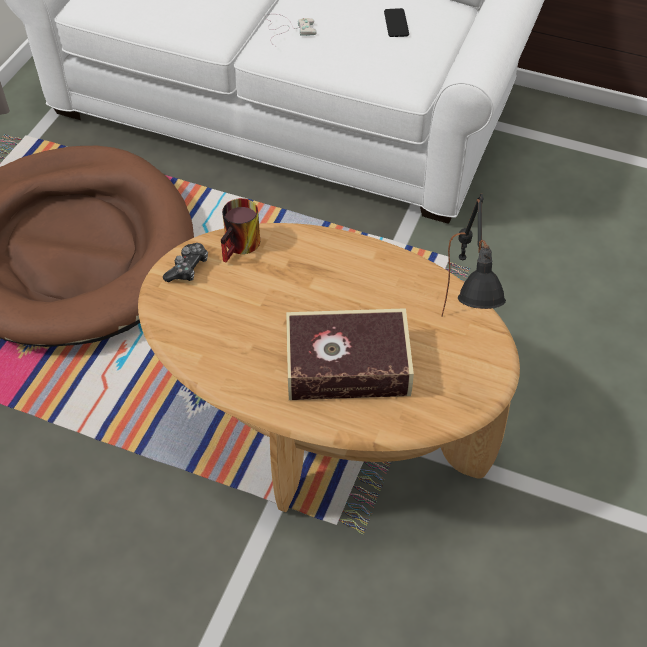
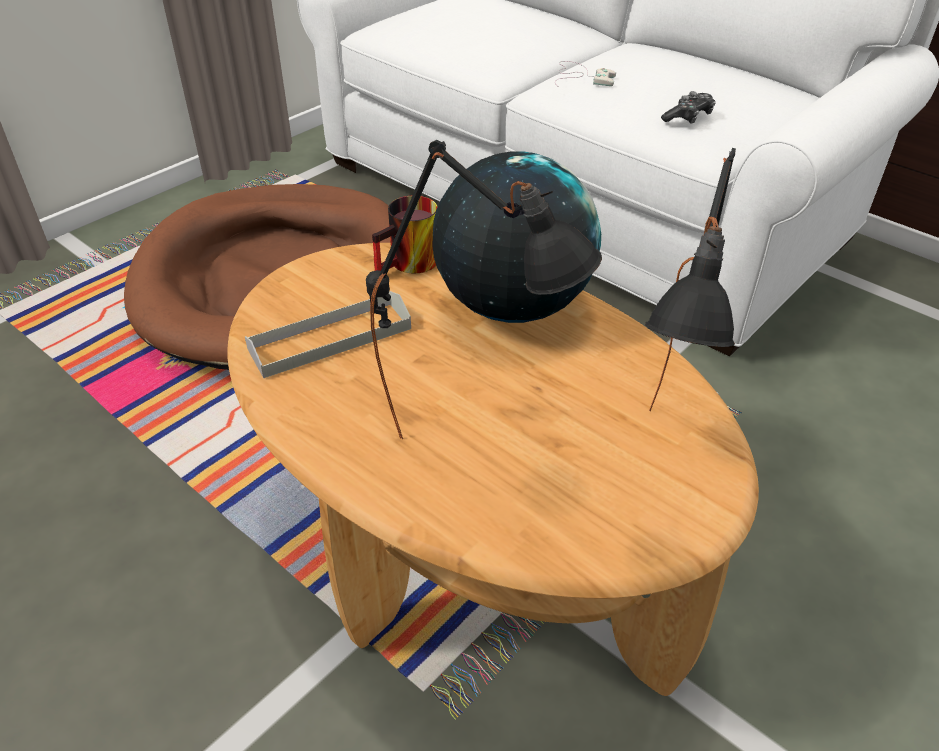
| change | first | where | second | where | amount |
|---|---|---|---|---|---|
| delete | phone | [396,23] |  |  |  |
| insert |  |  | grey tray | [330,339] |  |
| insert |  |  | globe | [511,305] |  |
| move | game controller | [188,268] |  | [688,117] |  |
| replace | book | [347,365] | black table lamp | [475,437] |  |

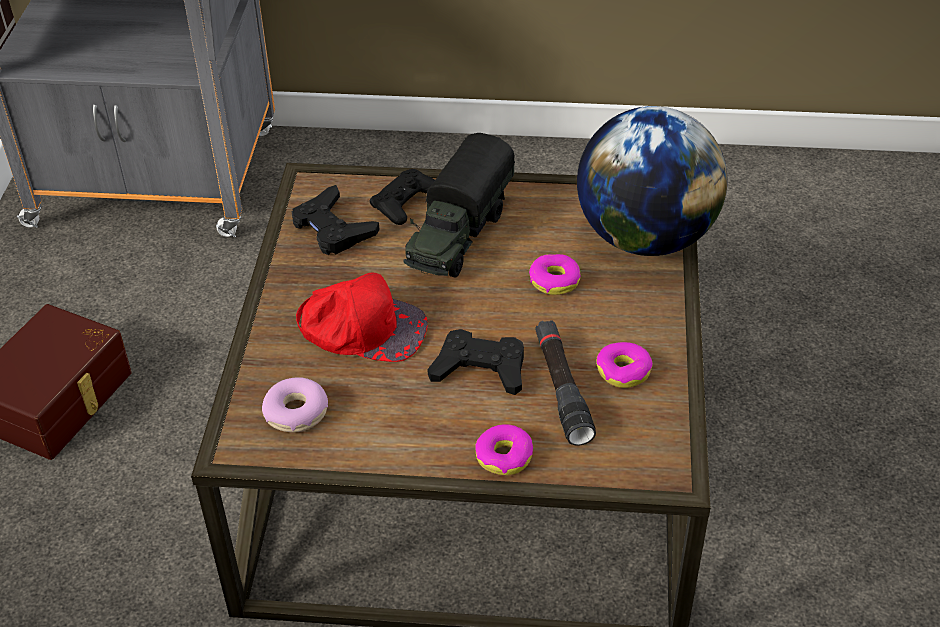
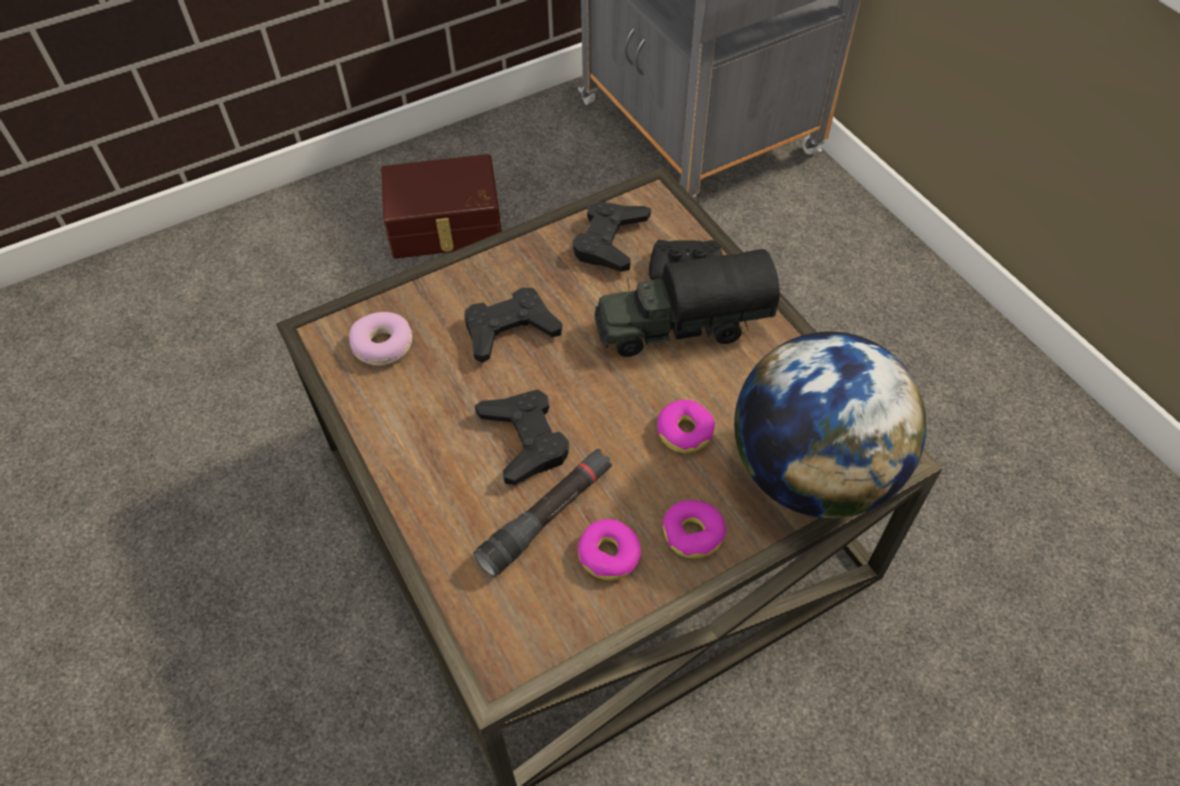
| change | first | where | second | where | amount |
|---|---|---|---|---|---|
| move | donut | [504,456] |  | [693,534] |  |
| replace | red cap | [362,328] | black game controller | [510,330] |  |

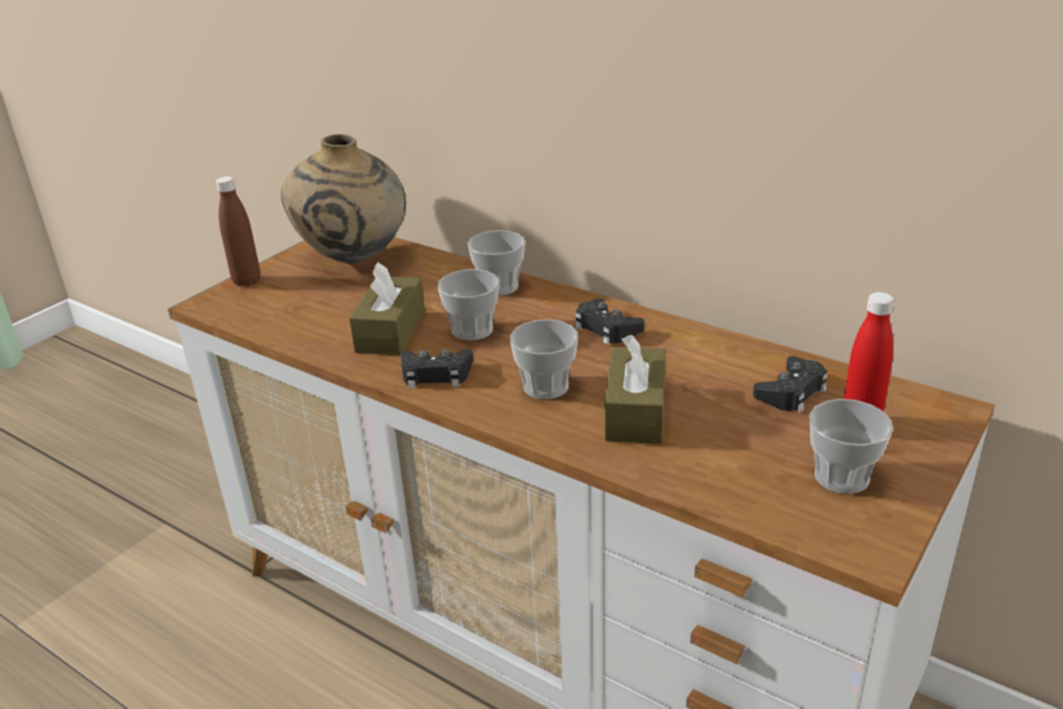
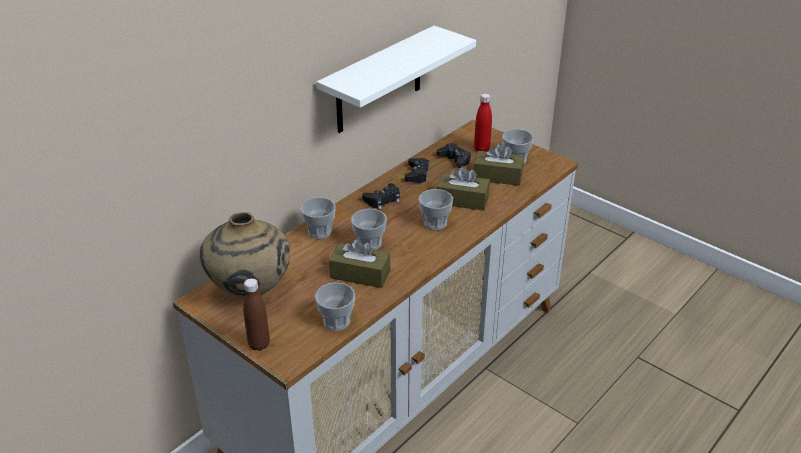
| change | first | where | second | where | amount |
|---|---|---|---|---|---|
| insert |  |  | cup | [336,321] |  |
| insert |  |  | white shelf | [379,81] |  |
| insert |  |  | brown tissue box | [497,176] |  |
| move | black game controller | [436,374] |  | [417,174] |  |

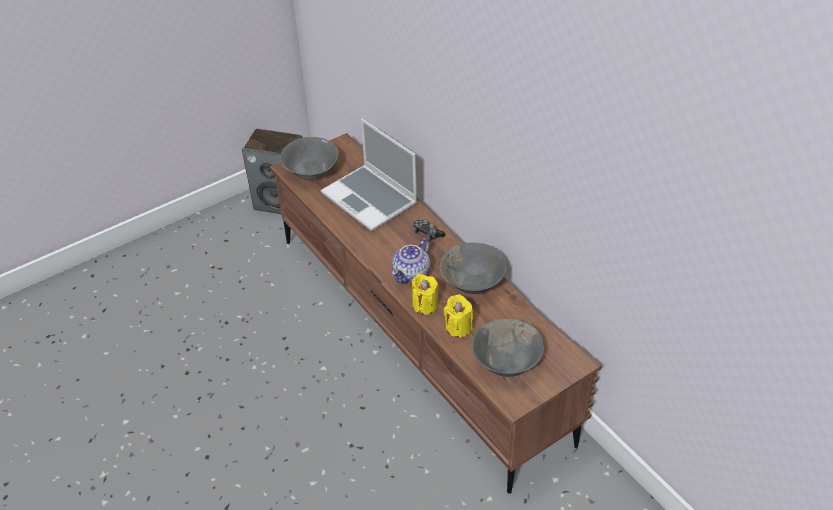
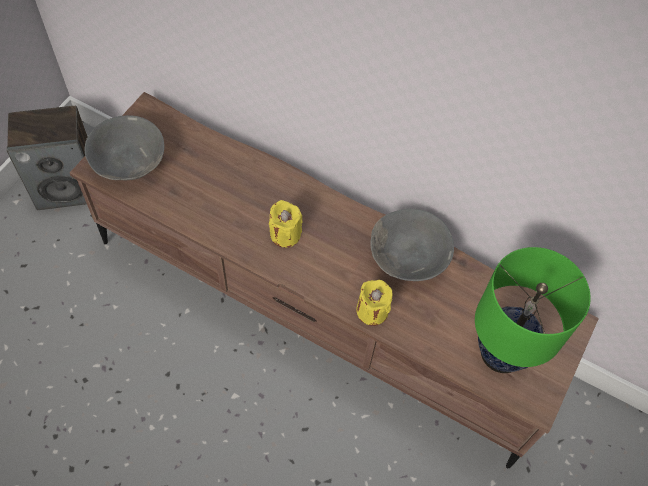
| change | first | where | second | where | amount |
|---|---|---|---|---|---|
| delete | laptop | [371,199] |  |  |  |
| delete | teapot | [412,274] |  |  |  |
| delete | game controller | [427,233] |  |  |  |
| move | yellow candle | [458,327] |  | [285,234] |  |
| replace | grey bowl | [507,362] | green table lamp | [502,353] |  |

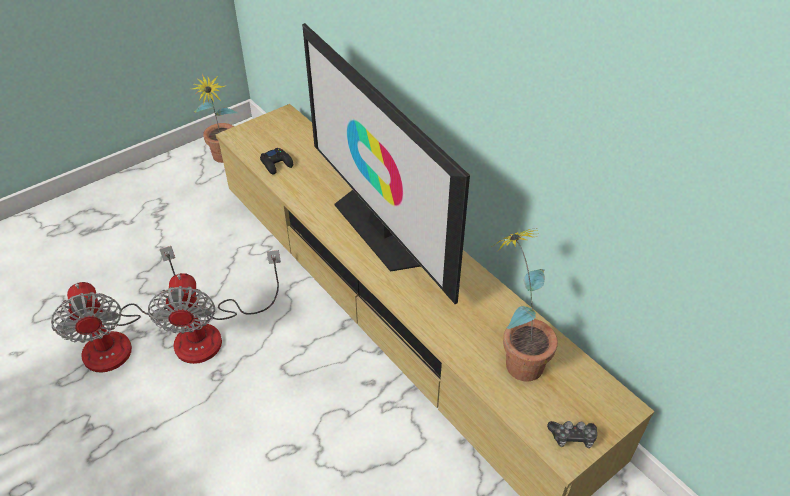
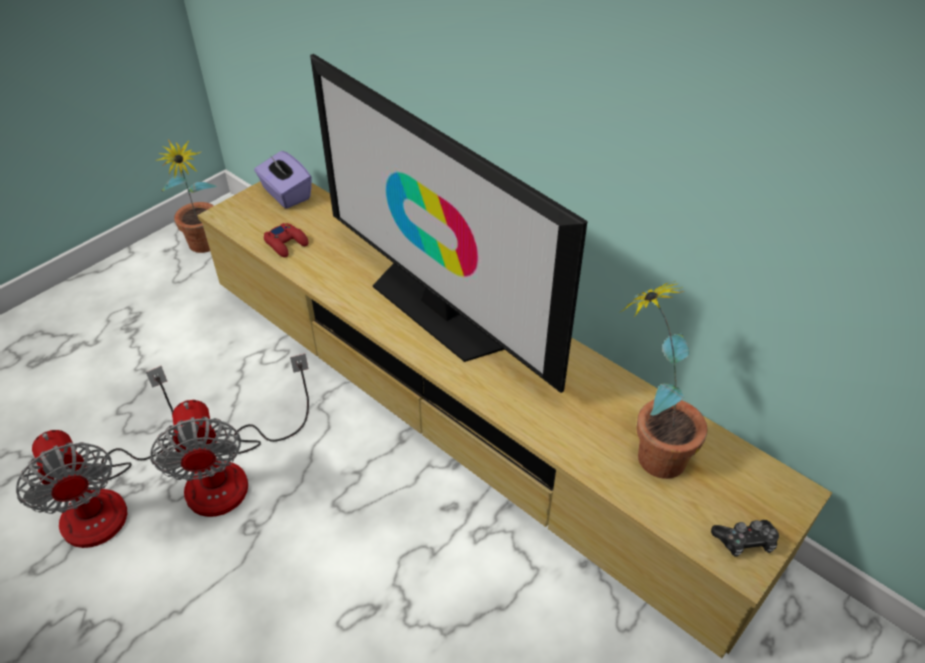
| change | first | where | second | where | amount |
|---|---|---|---|---|---|
| insert |  |  | purple tissue box | [286,194] |  |
| recolor | black game controller | [277,164] | red game controller | [286,244] |  |

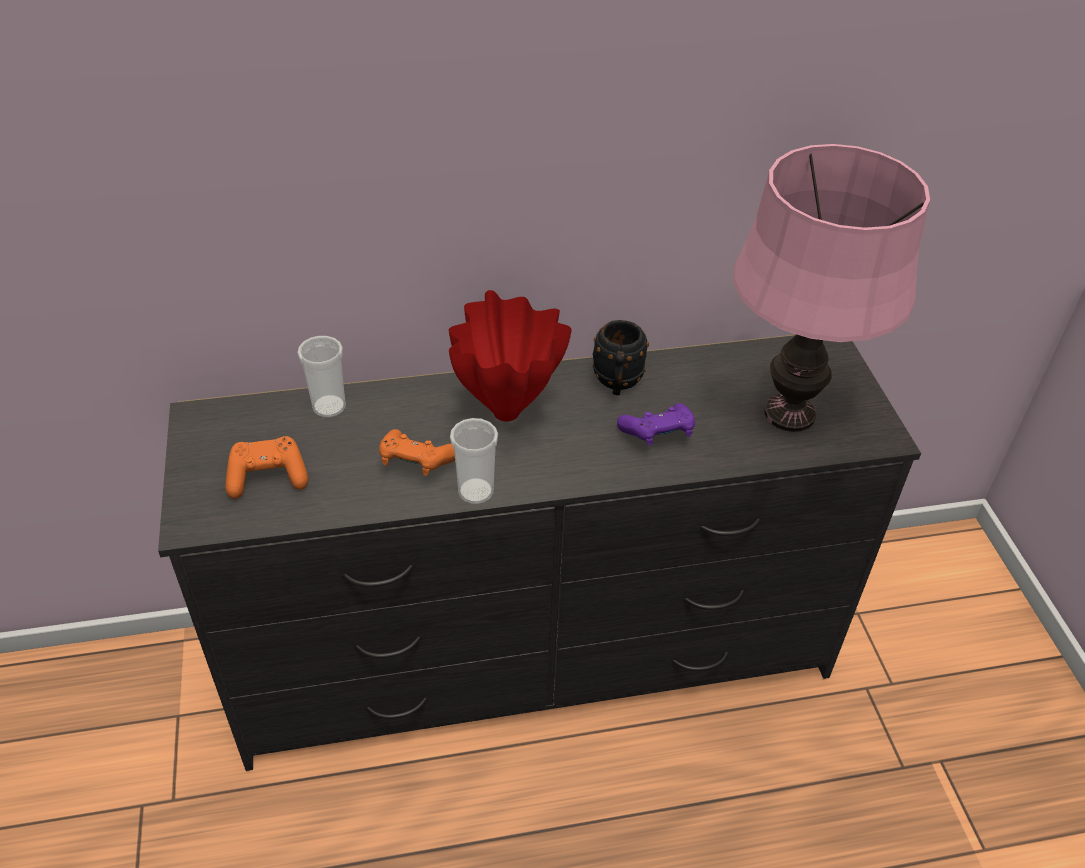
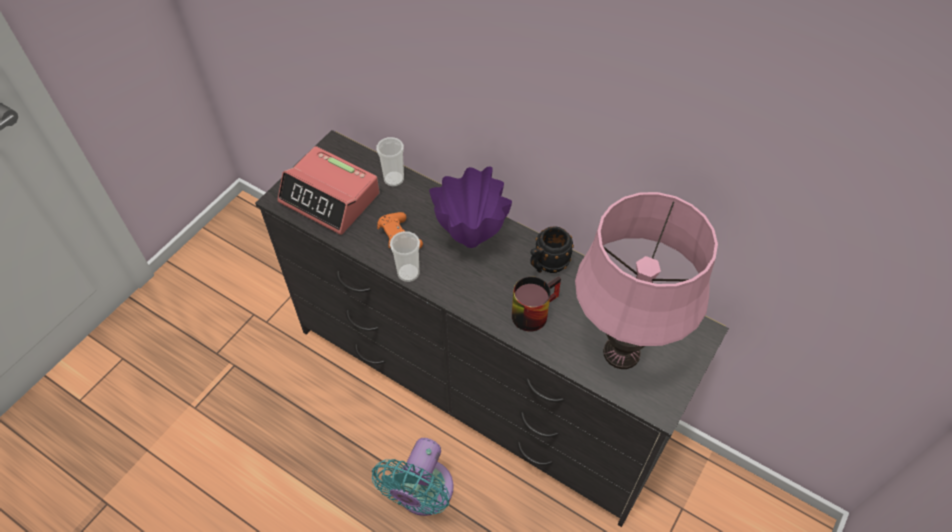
| change | first | where | second | where | amount |
|---|---|---|---|---|---|
| insert |  |  | turquoise fan | [422,494] |  |
| replace | orange game controller | [268,477] | alarm clock | [330,198] |  |
| replace | purple game controller | [658,435] | mug | [532,310] |  |
| recolor | red vase | [507,414] | purple vase | [470,242] |  |

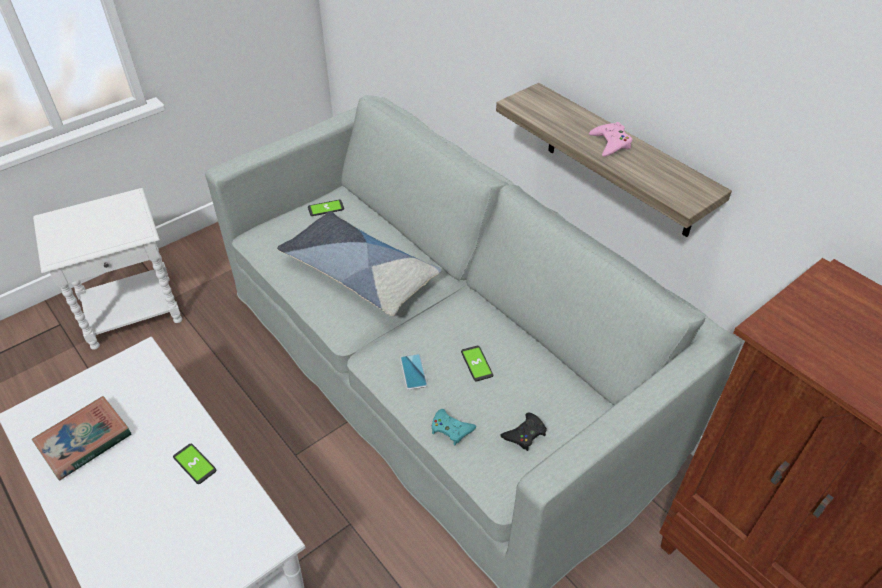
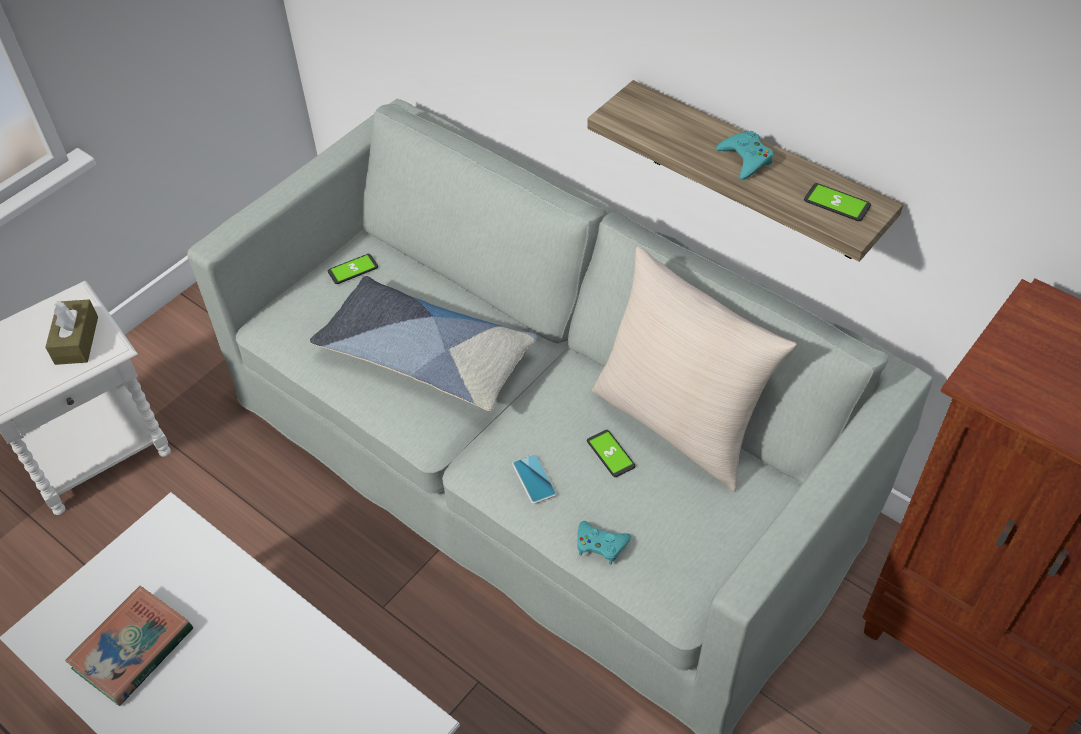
| change | first | where | second | where | amount |
|---|---|---|---|---|---|
| delete | black game controller | [525,434] |  |  |  |
| insert |  |  | brown tissue box | [76,340] |  |
| insert |  |  | beige pillow | [679,422] |  |
| move | phone | [195,464] |  | [837,203] |  |
| recolor | pink game controller | [610,143] | turquoise game controller | [745,159] |  |

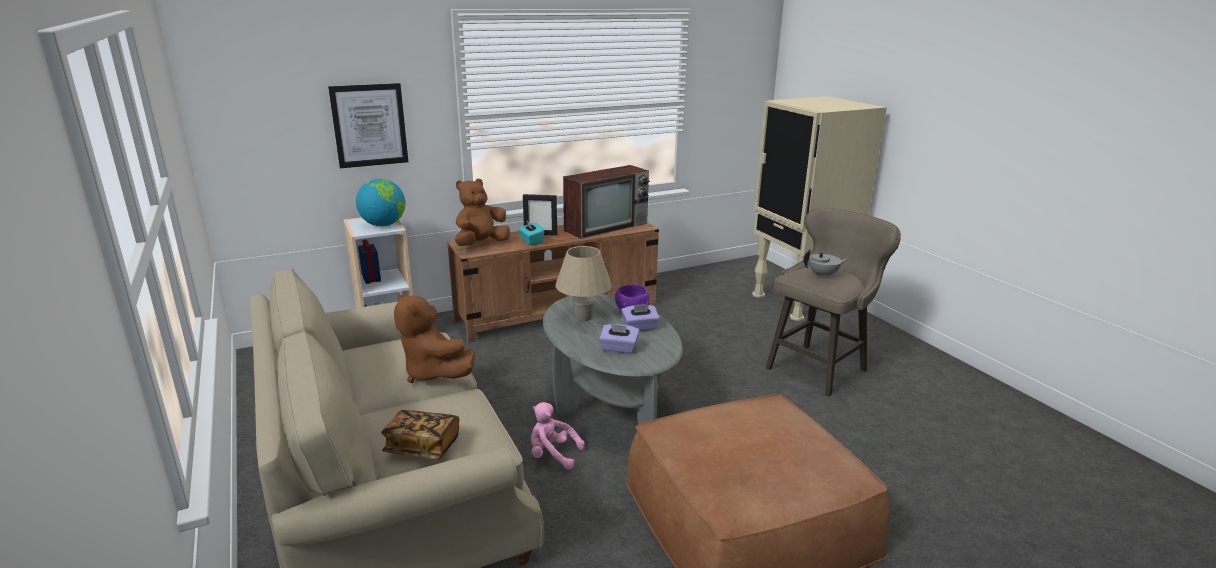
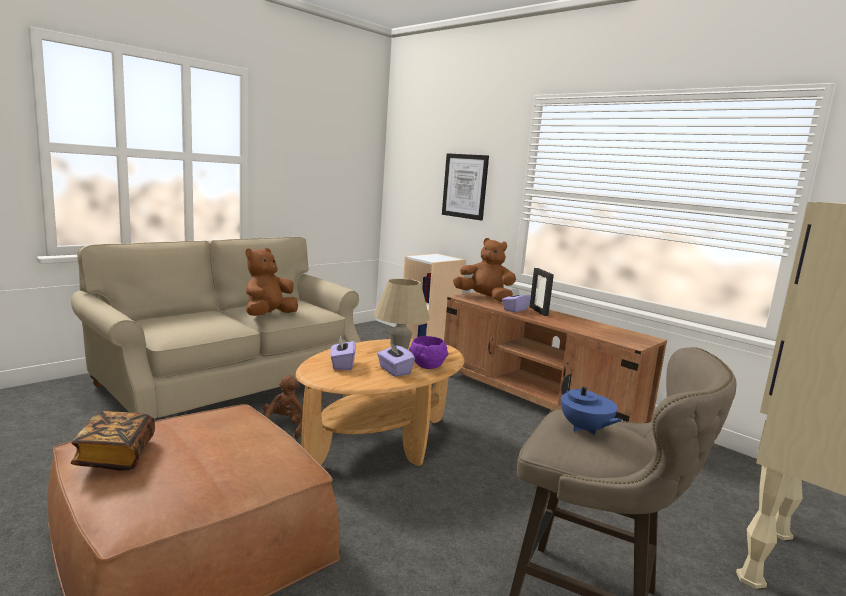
| change | first | where | second | where | amount |
|---|---|---|---|---|---|
| delete | globe | [383,225] |  |  |  |
| delete | television | [607,226] |  |  |  |
| move | book | [423,447] |  | [116,455] |  |
| recolor | turquoise tissue box | [531,241] | purple tissue box | [515,310] |  |
| recolor | pink plush toy | [552,455] | brown plush toy | [284,427] |  |
| recolor | grey coffee table | [609,403] | brown coffee table | [380,443] |  |
| recolor | grey teapot | [823,275] | blue teapot | [585,429] |  |

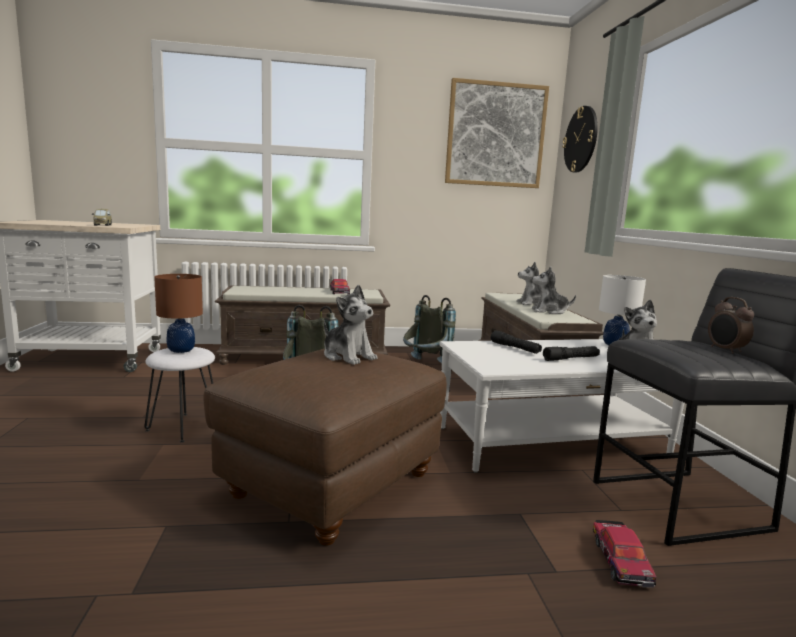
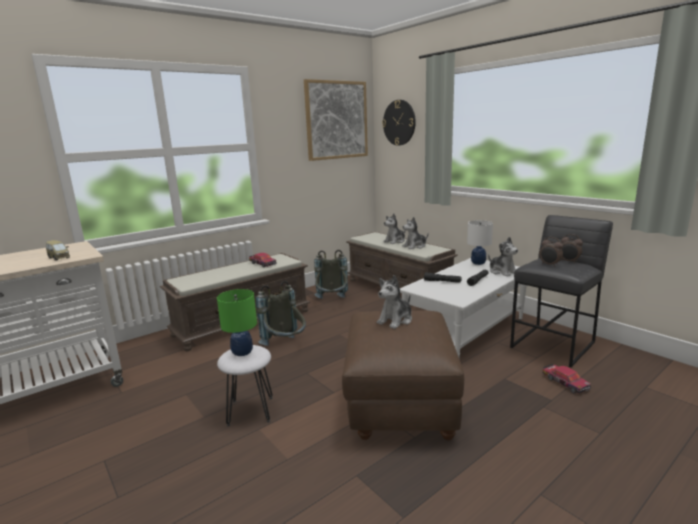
| change | first | where | second | where | amount |
|---|---|---|---|---|---|
| insert |  |  | alarm clock | [549,265] |  |
| recolor | brown table lamp | [181,351] | green table lamp | [243,353] |  |
| rotate | plush toy | [348,356] |  | [395,320] | 120 degrees clockwise |

